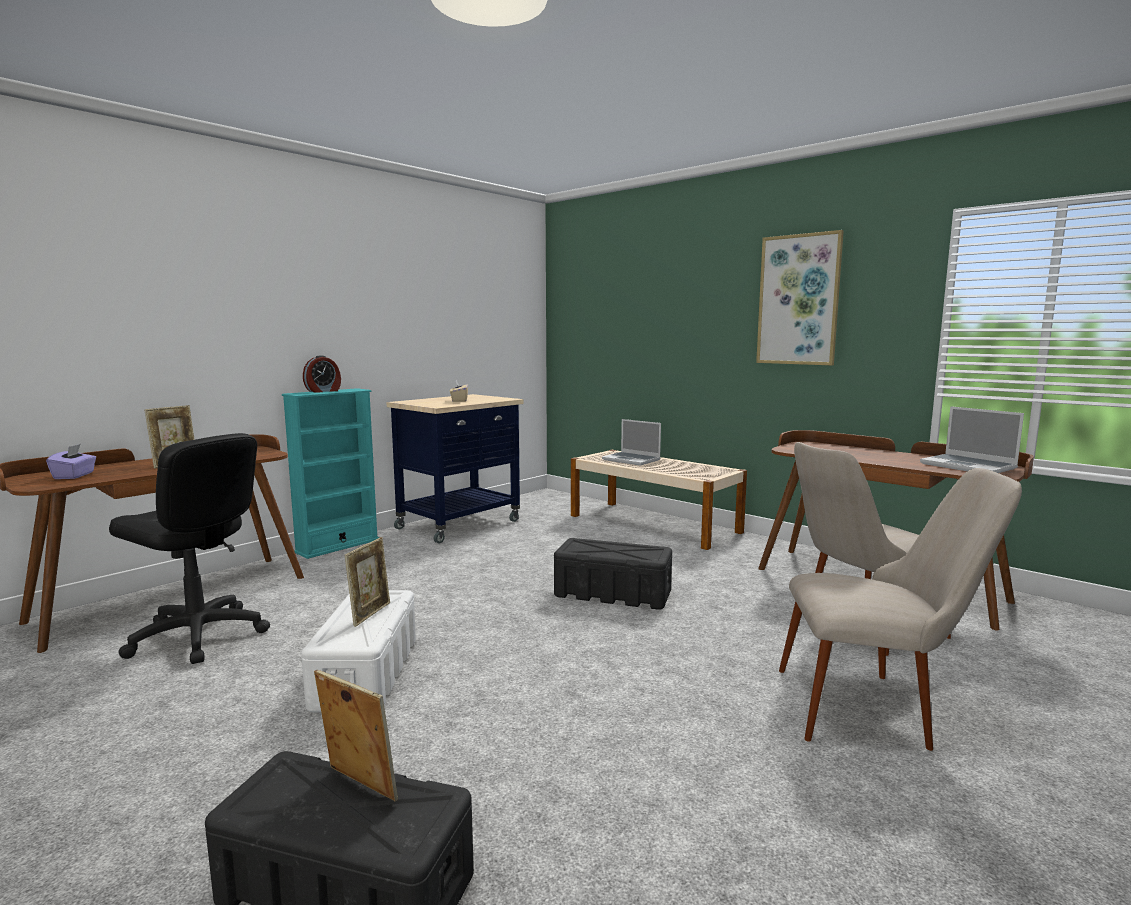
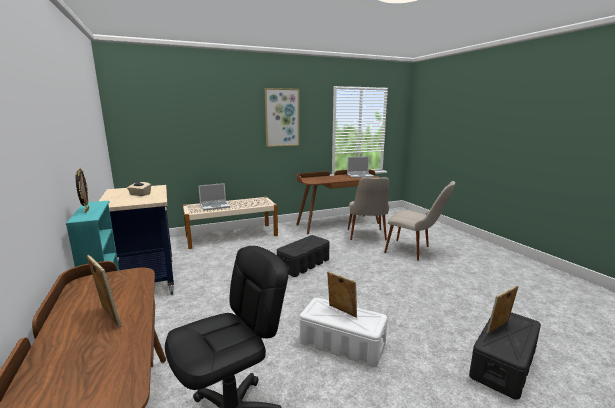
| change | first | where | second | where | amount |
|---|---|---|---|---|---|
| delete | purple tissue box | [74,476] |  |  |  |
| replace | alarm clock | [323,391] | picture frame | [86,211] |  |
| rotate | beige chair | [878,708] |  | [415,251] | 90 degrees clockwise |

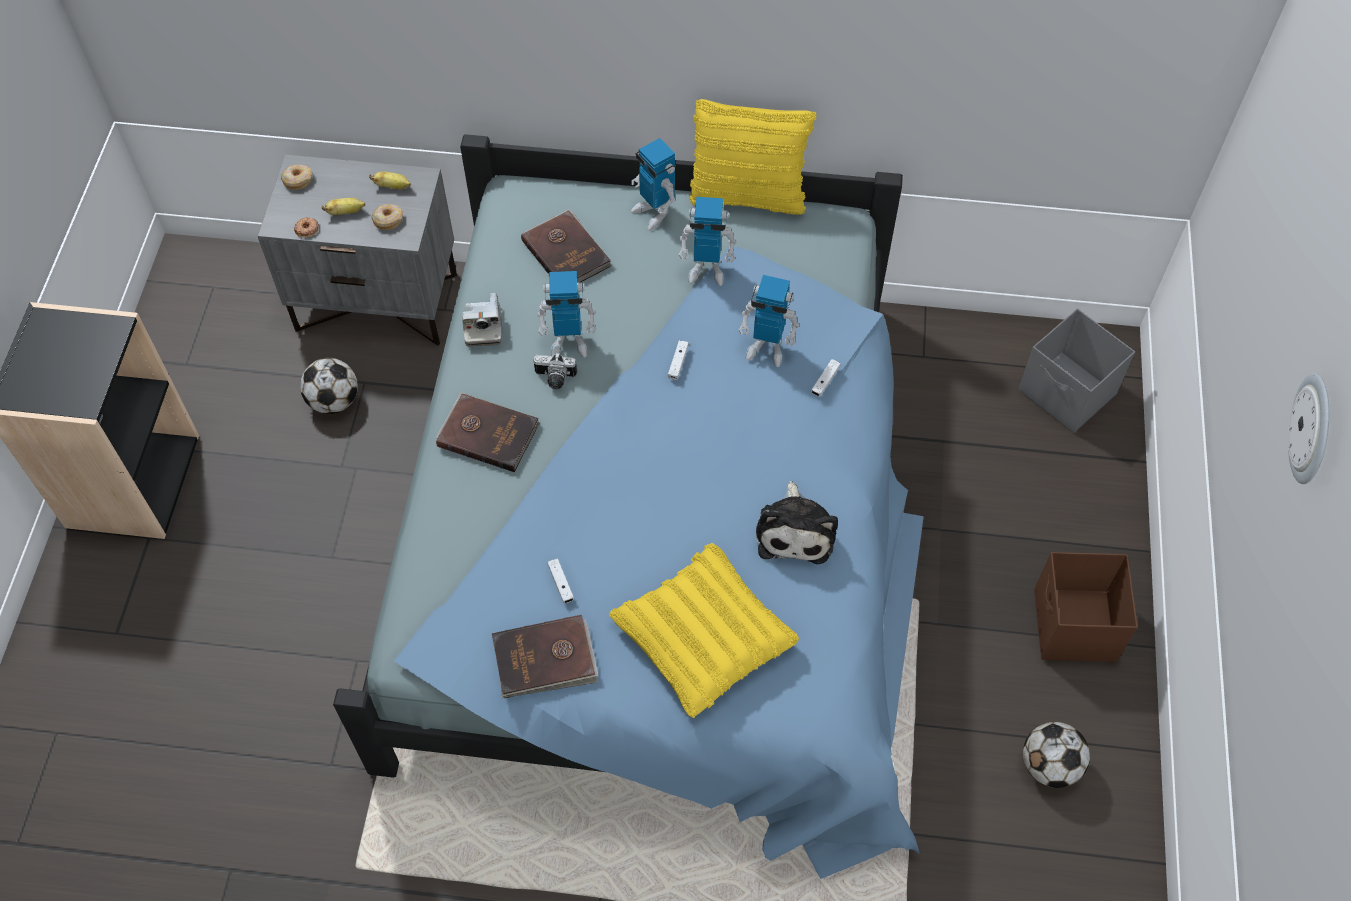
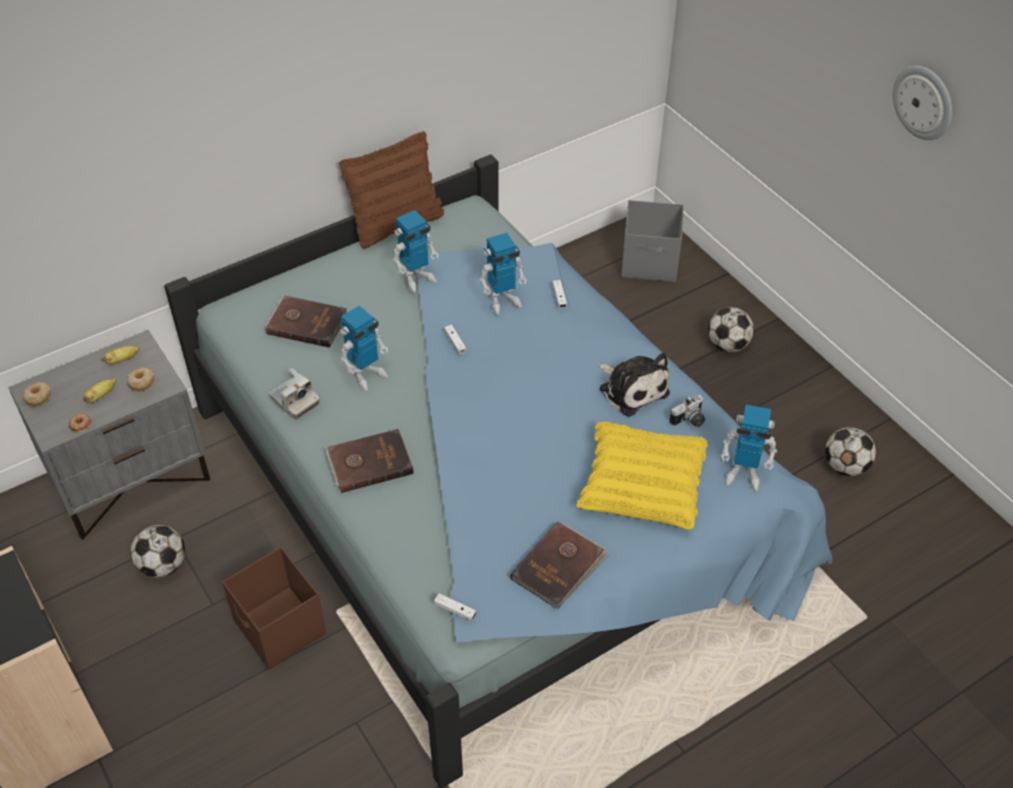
| change | first | where | second | where | amount |
|---|---|---|---|---|---|
| insert |  |  | football | [727,345] |  |
| move | photo camera | [554,379] |  | [689,421] |  |
| move | white game controller | [561,583] |  | [455,610] |  |
| move | toy robot | [654,212] |  | [743,474] |  |
| move | brown storage box | [1073,627] |  | [280,629] |  |
| recolor | yellow pillow | [748,196] | brown pillow | [396,225] |  |

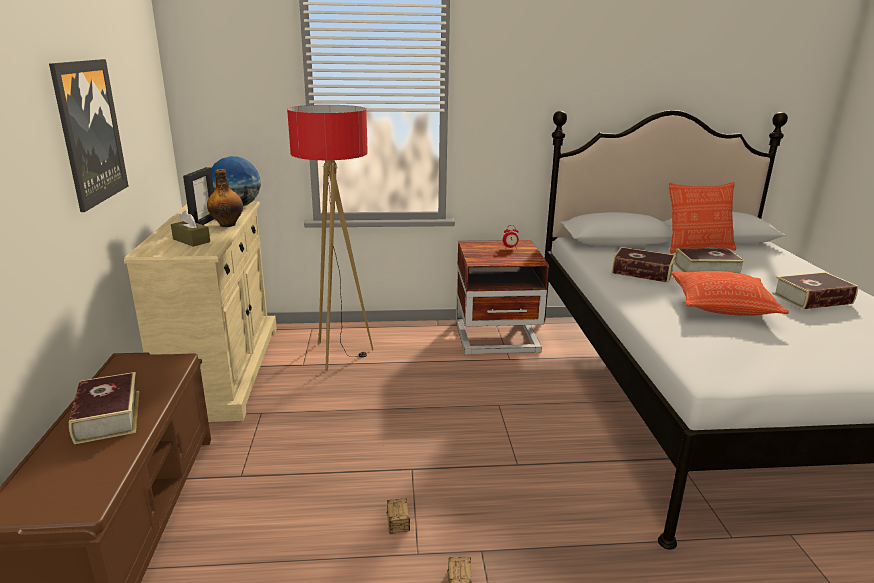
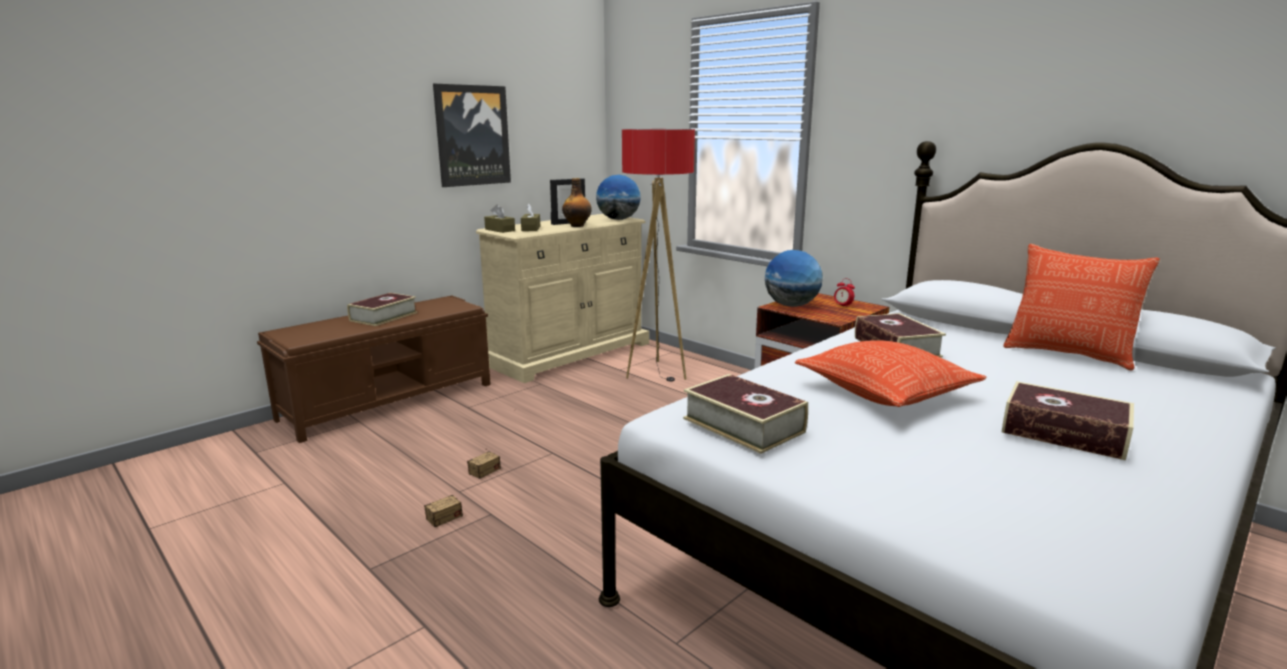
| change | first | where | second | where | amount |
|---|---|---|---|---|---|
| insert |  |  | brown tissue box | [500,230] |  |
| insert |  |  | globe | [791,305] |  |
| move | book | [706,270] |  | [743,425] |  |

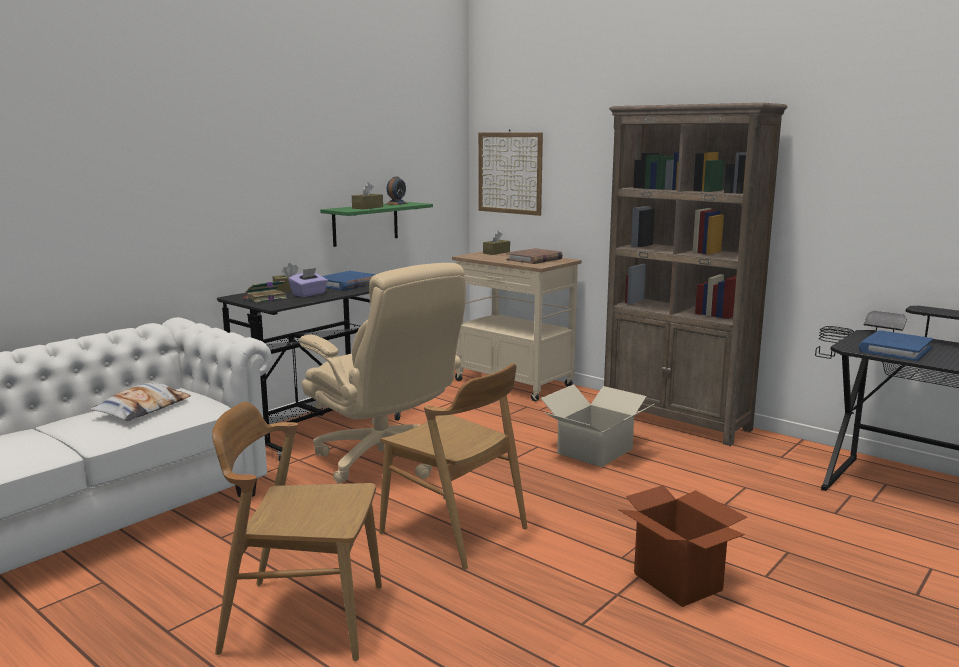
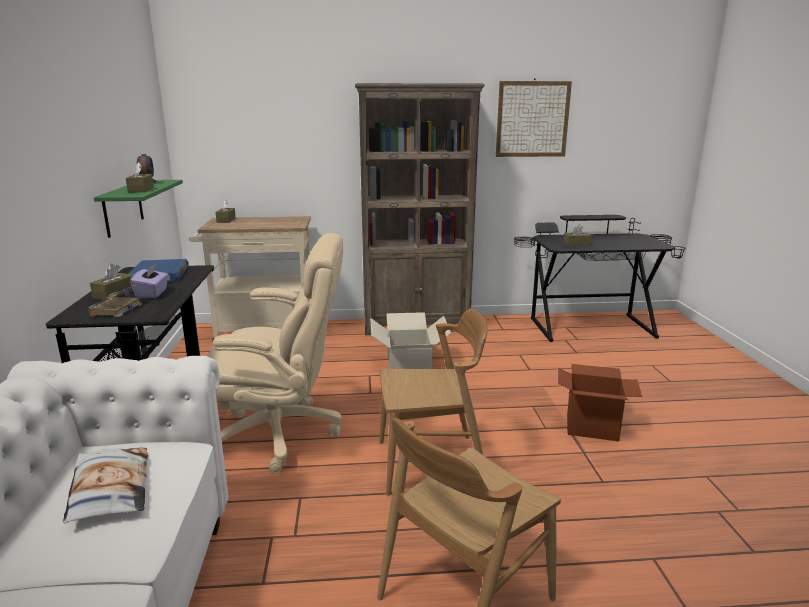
| change | first | where | second | where | amount |
|---|---|---|---|---|---|
| delete | brown book | [534,259] |  |  |  |
| move | picture | [510,171] |  | [532,118] |  |
| replace | blue book | [895,349] | brown tissue box | [576,244] |  |

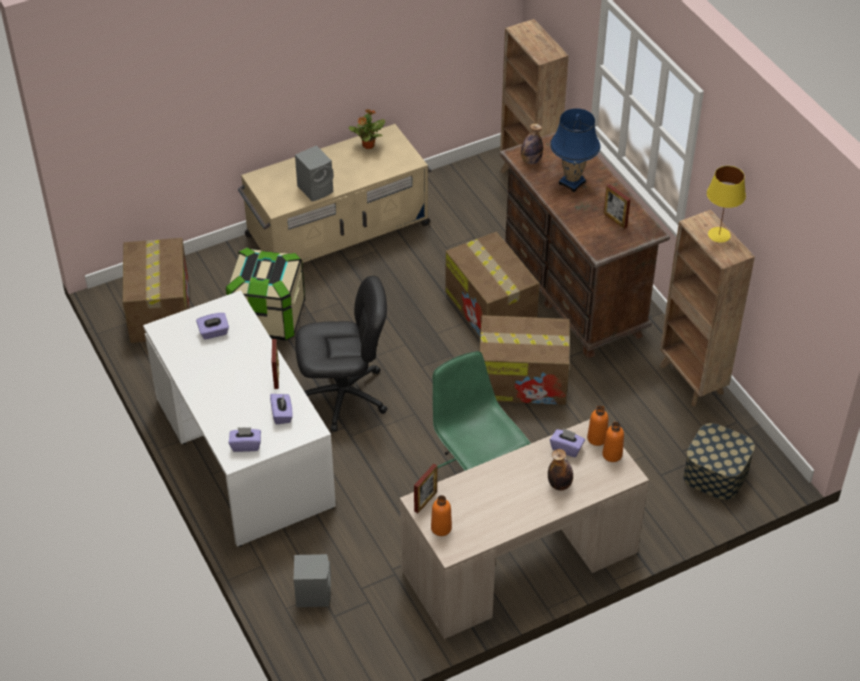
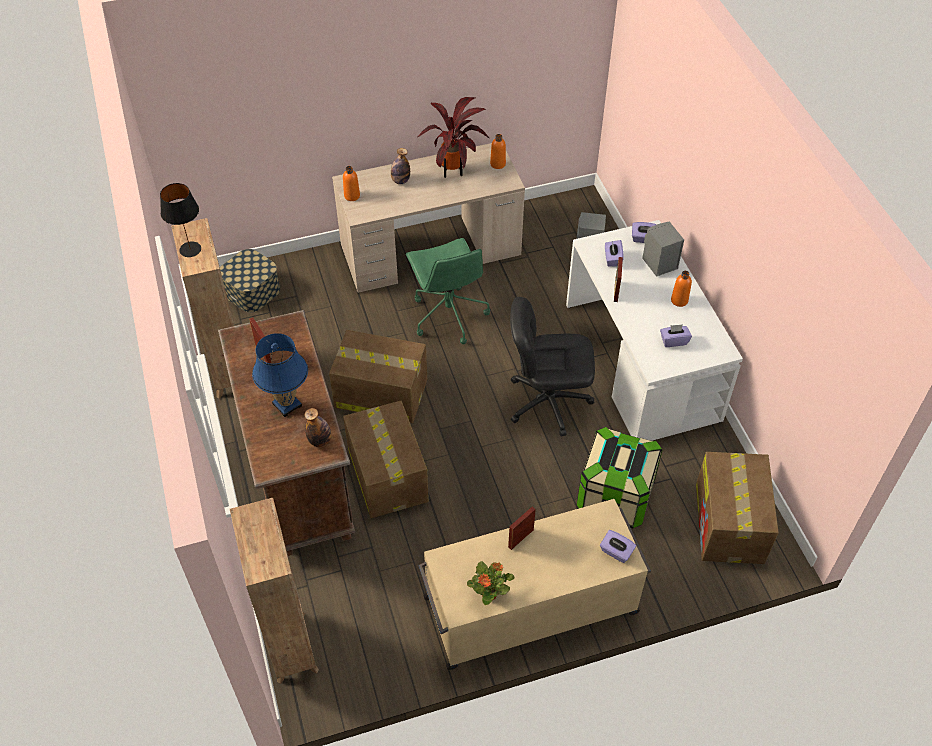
| change | first | where | second | where | amount |
|---|---|---|---|---|---|
| insert |  |  | potted plant | [454,171] |  |
| move | grey speaker | [316,189] |  | [658,263] |  |
| move | picture frame | [425,501] |  | [521,538] |  |
| move | purple tissue box | [566,448] |  | [616,552] |  |
| move | orange bottle | [597,438] |  | [679,300] |  |
| recolor | yellow table lamp | [719,235] | black table lamp | [190,249] |  |

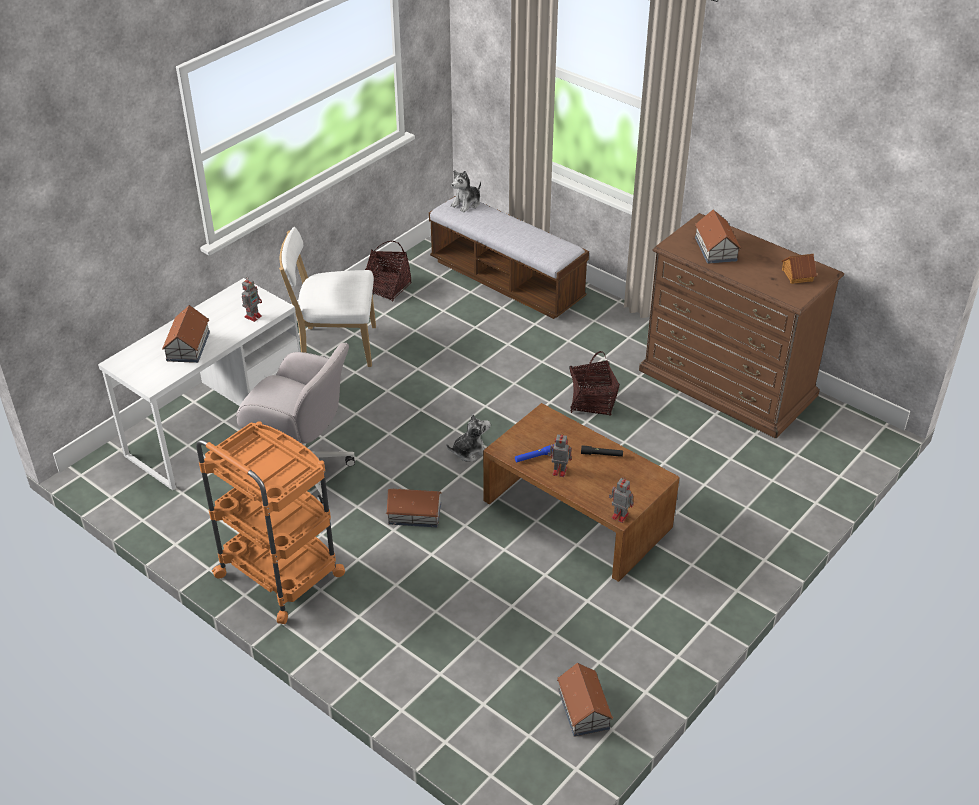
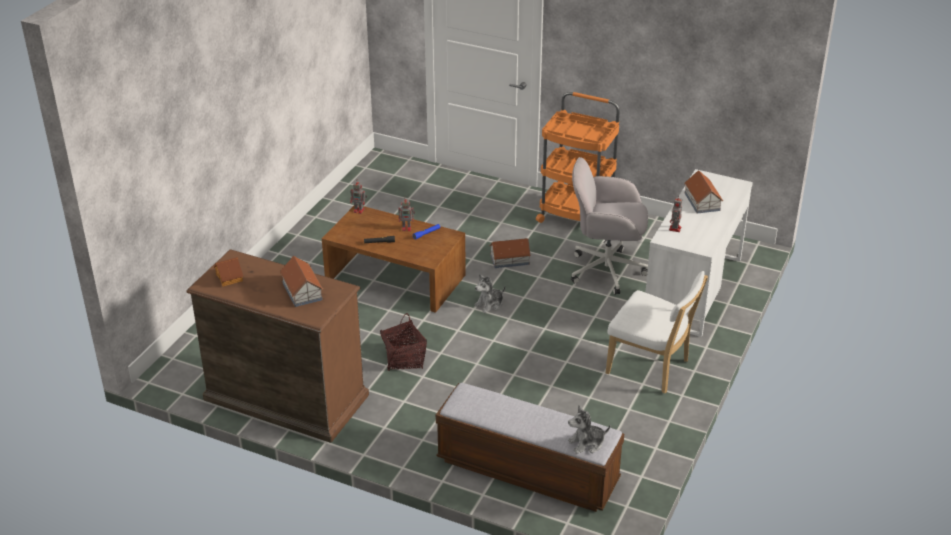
| change | first | where | second | where | amount |
|---|---|---|---|---|---|
| delete | basket | [387,287] |  |  |  |
| delete | toy house | [583,710] |  |  |  |
| rotate | white chair | [334,346] |  | [651,368] | 45 degrees clockwise |
| rotate | plush toy | [466,204] |  | [587,443] | 135 degrees counterclockwise |

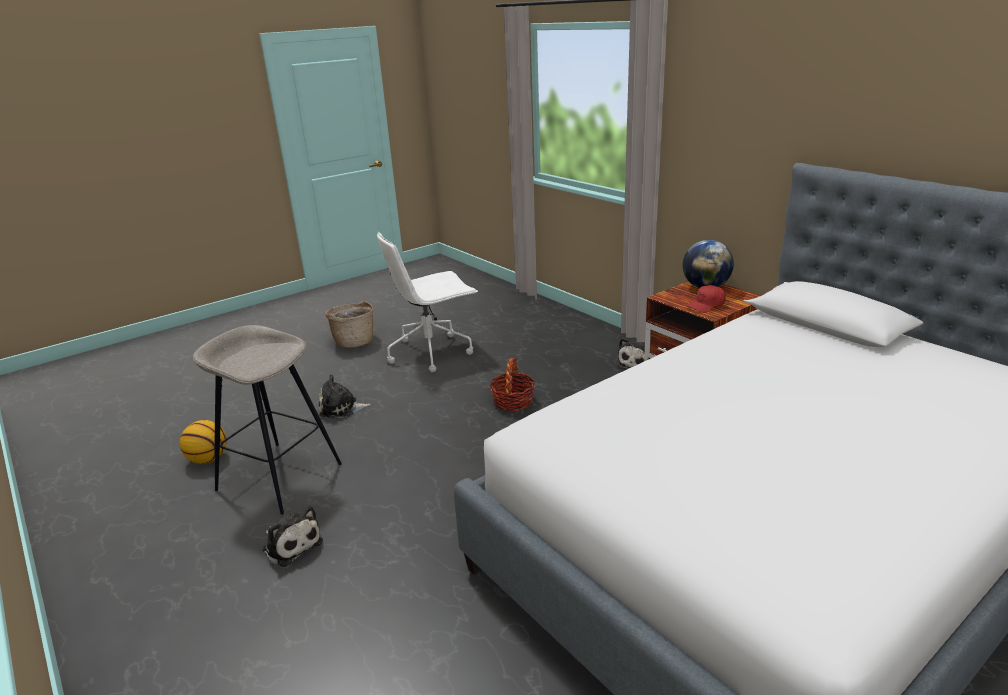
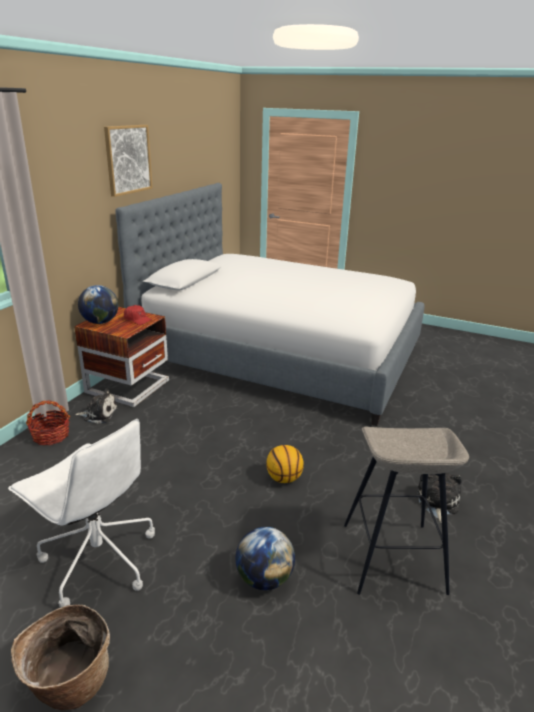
| change | first | where | second | where | amount |
|---|---|---|---|---|---|
| insert |  |  | picture | [128,159] |  |
| move | basketball | [208,459] |  | [284,478] |  |
| move | basket | [513,401] |  | [51,436] |  |
| replace | plush toy | [341,408] | globe | [264,578] |  |

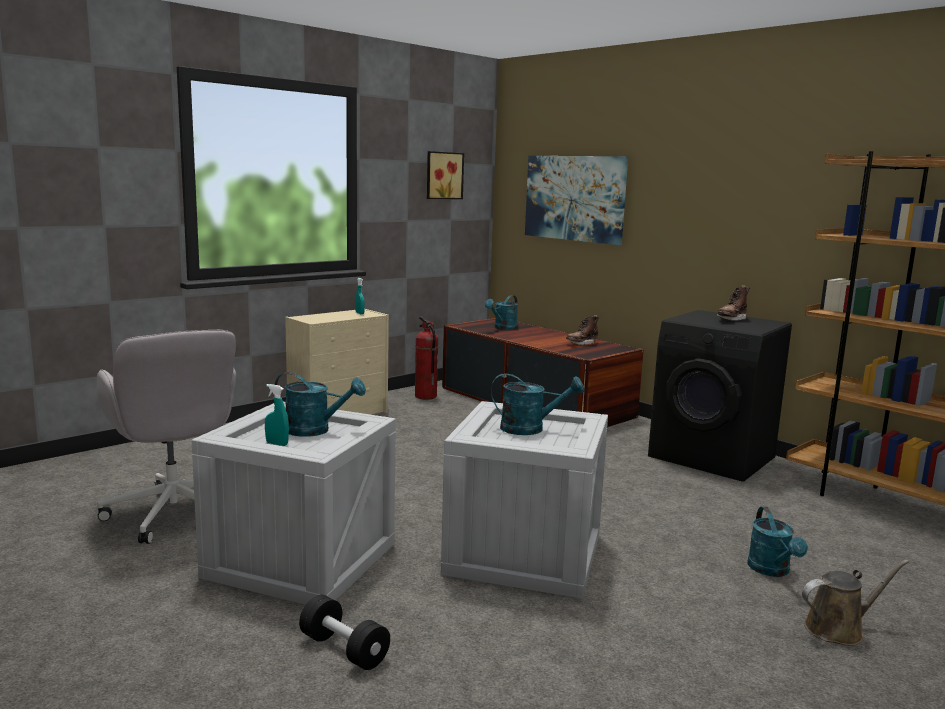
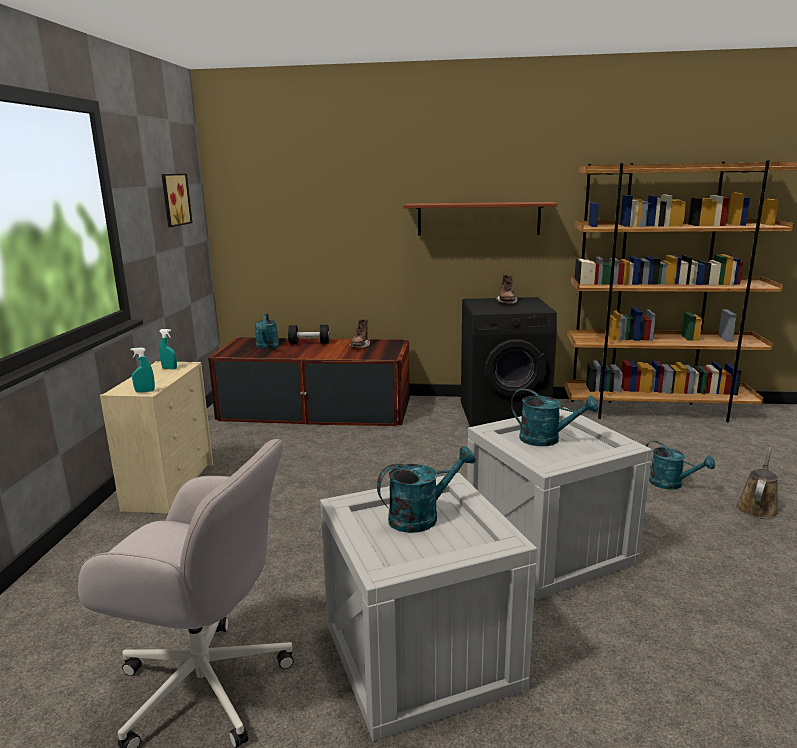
| change | first | where | second | where | amount |
|---|---|---|---|---|---|
| delete | fire extinguisher | [425,396] |  |  |  |
| delete | picture | [574,198] |  |  |  |
| insert |  |  | brown shelf | [478,218] |  |
| move | turquoise spray bottle | [277,444] |  | [145,391] |  |
| move | black dumbbell | [344,649] |  | [309,343] |  |
| rotate | turquoise watering can | [530,429] |  | [547,440] | 60 degrees clockwise |

